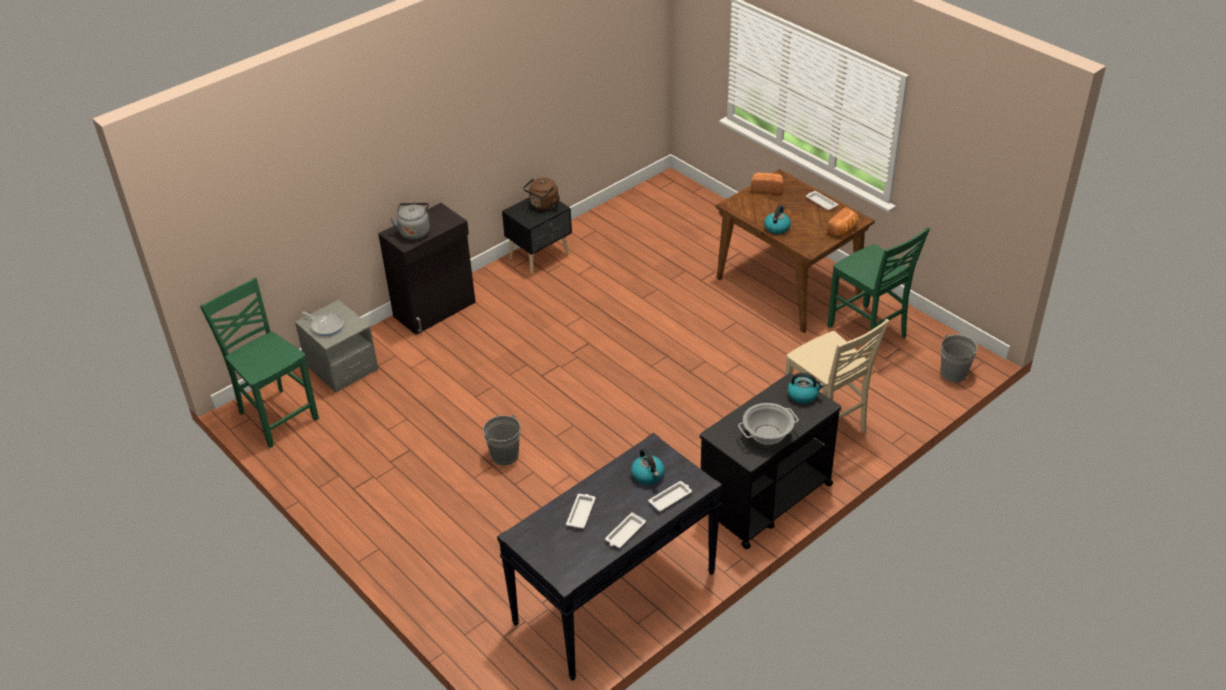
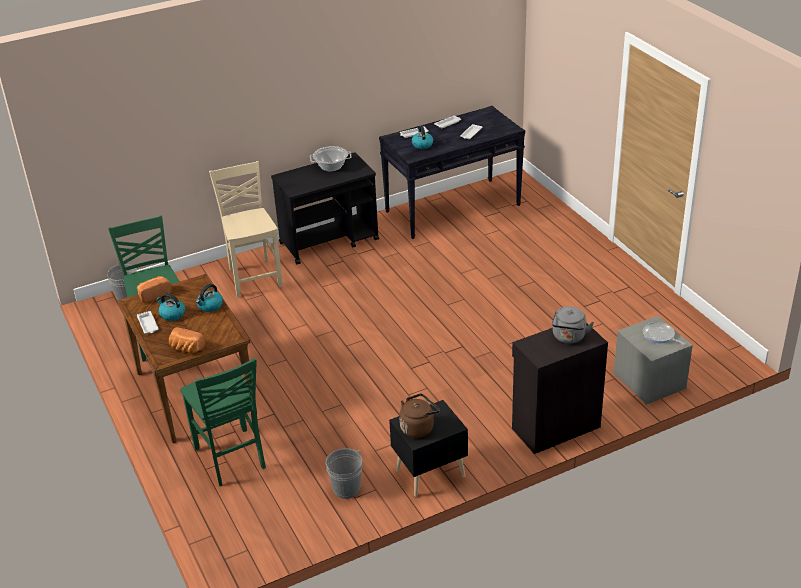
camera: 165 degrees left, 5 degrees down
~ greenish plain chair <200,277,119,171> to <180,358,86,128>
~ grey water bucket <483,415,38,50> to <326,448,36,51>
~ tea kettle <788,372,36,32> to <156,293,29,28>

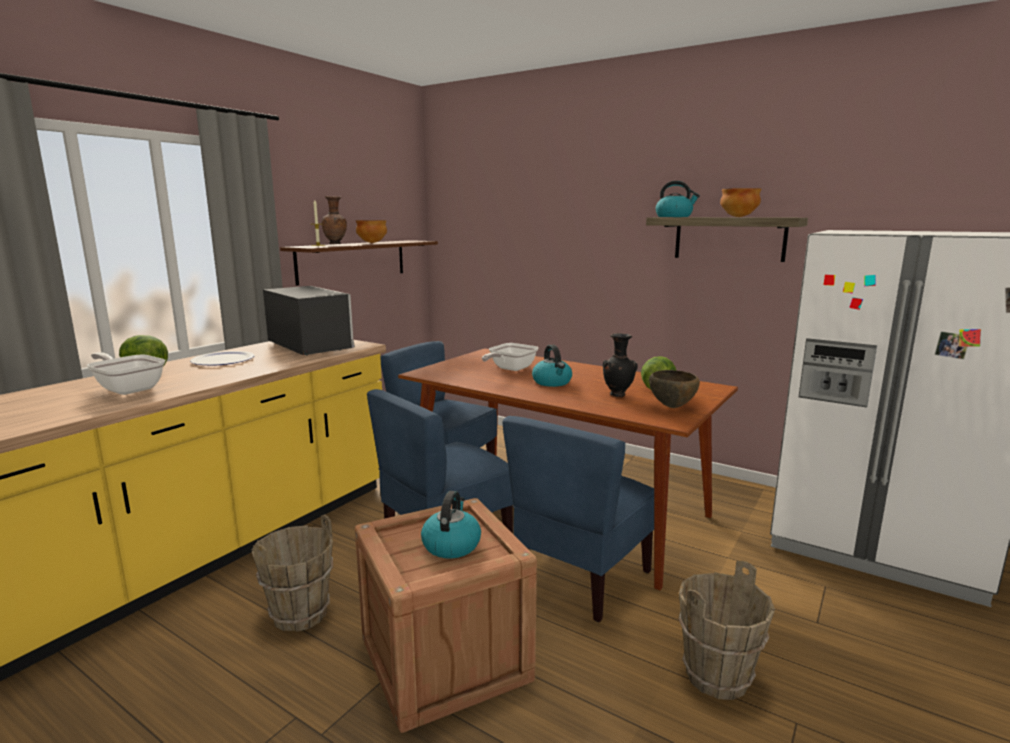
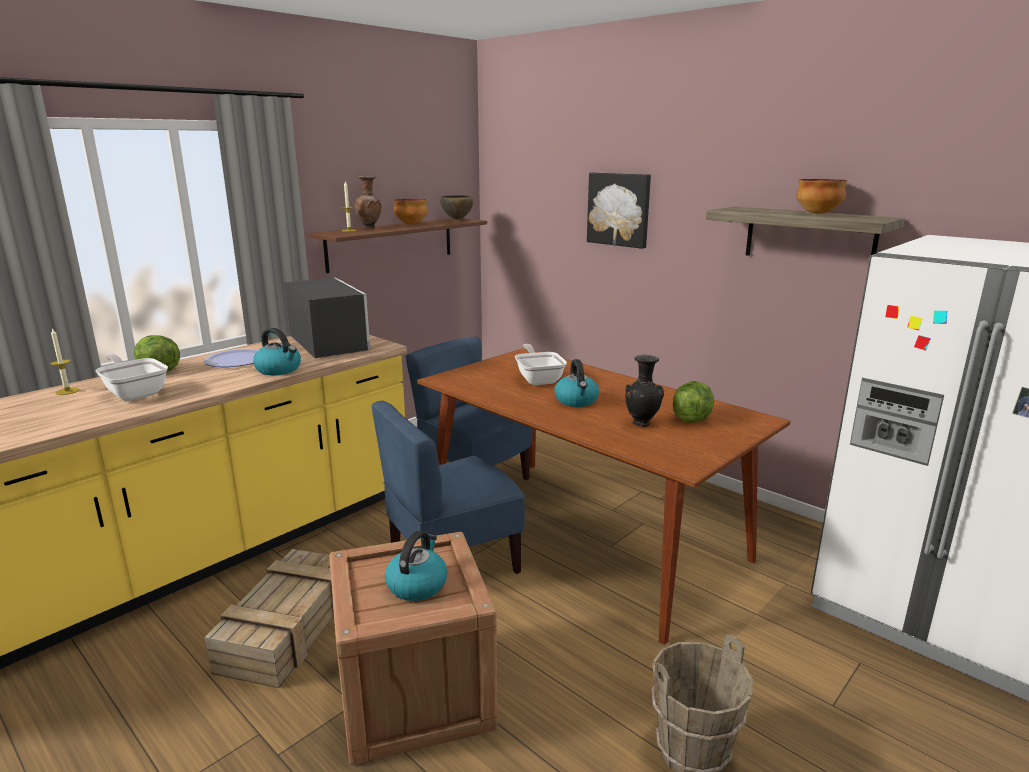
camera: 10 degrees right, 5 degrees up
- bluish plain chair <503,416,151,206>
+ wax light <50,328,29,67>
+ wall picture <587,173,64,76>
~ brownish bowl <649,370,51,38> to <440,195,33,25>
~ tea kettle <655,181,45,36> to <253,328,48,47>
~ brownish water bucket <252,514,81,118> to shipping crate <204,549,130,139>
~ skillet <482,343,56,28> = <515,344,52,41> 120 degrees clockwise

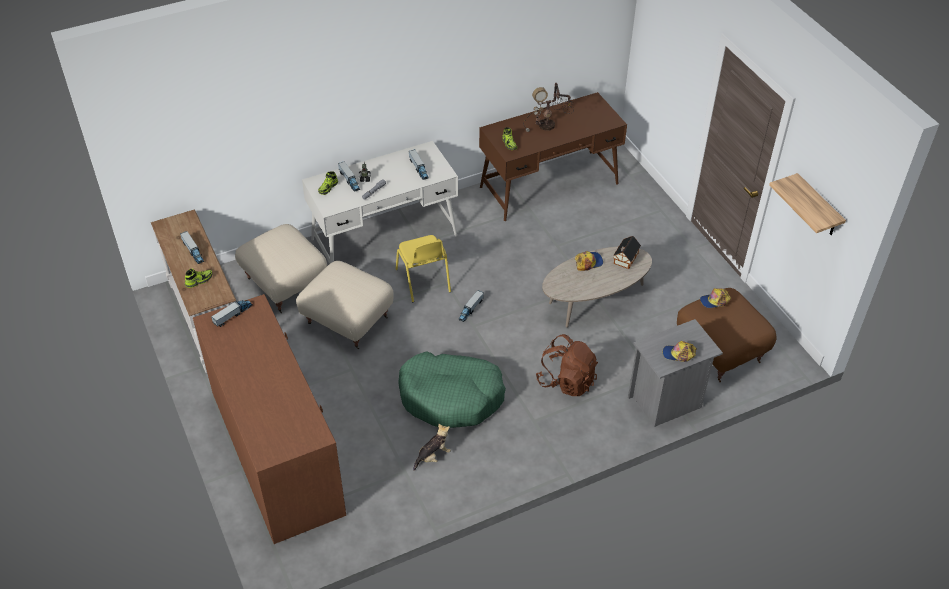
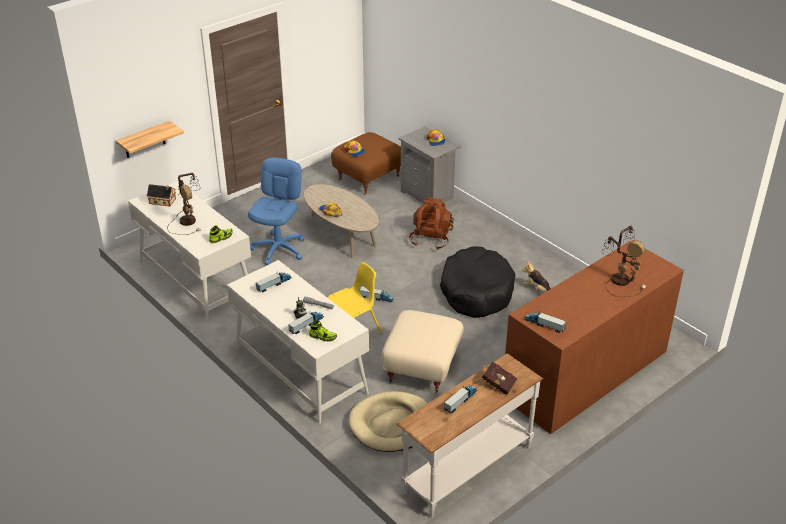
camera: 105 degrees left, 10 degrees down
+ bluish computer chair <248,158,57,107>
+ tabletop lamp <603,226,43,71>
~ model house <613,236,28,33> to <147,184,29,22>
~ bracket shelf <769,173,77,62> to <116,121,68,37>
~ shoe <185,268,28,20> to red-coloured book <482,361,35,34>
~ sand-coloured footrest <235,224,92,89> to sand-coloured pet bed <349,391,79,61>
~ greenish pet bed <398,351,108,77> to blackish pet bed <440,246,75,72>
~ brownish desk <479,92,148,129> to white desk <128,181,123,141>

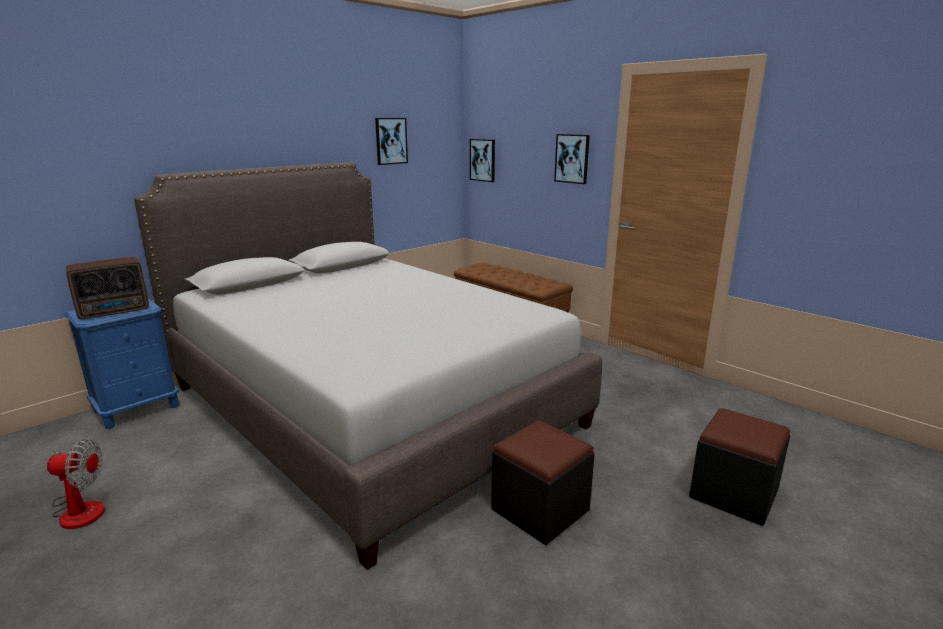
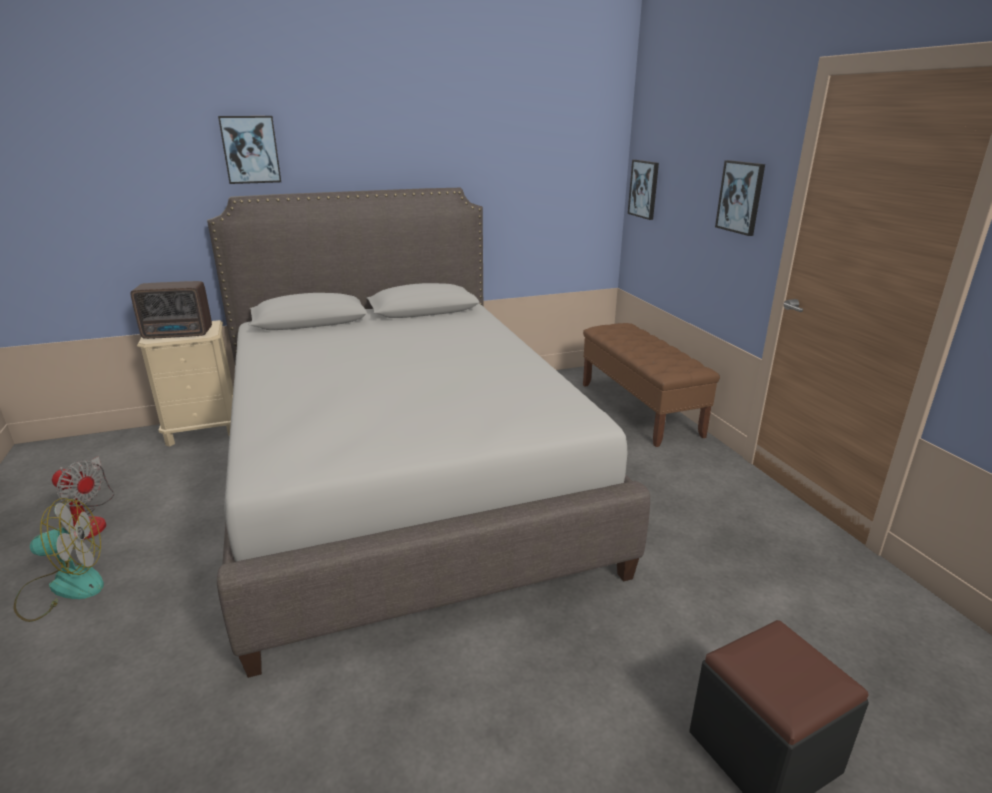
camera: 25 degrees right, 5 degrees up
- blackish footrest <491,420,104,125>
+ cooling fan <14,498,90,124>
~ wall picture <375,118,33,47> to <218,116,63,68>
~ bluish bedside table <65,299,114,130> to sand-coloured bedside table <137,320,96,127>

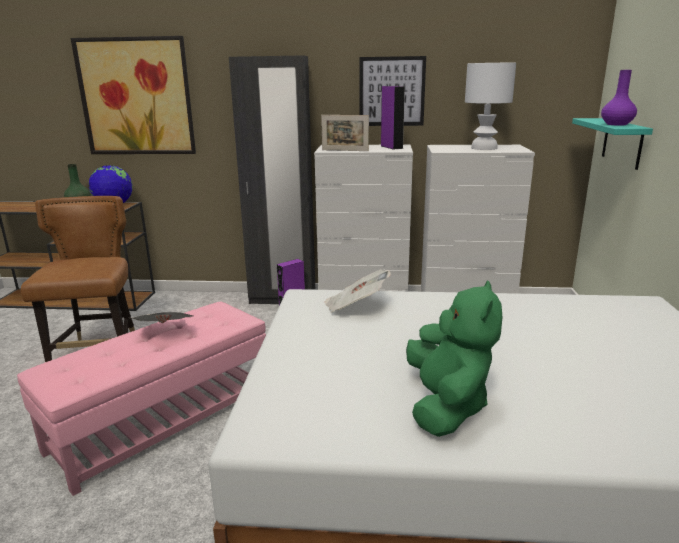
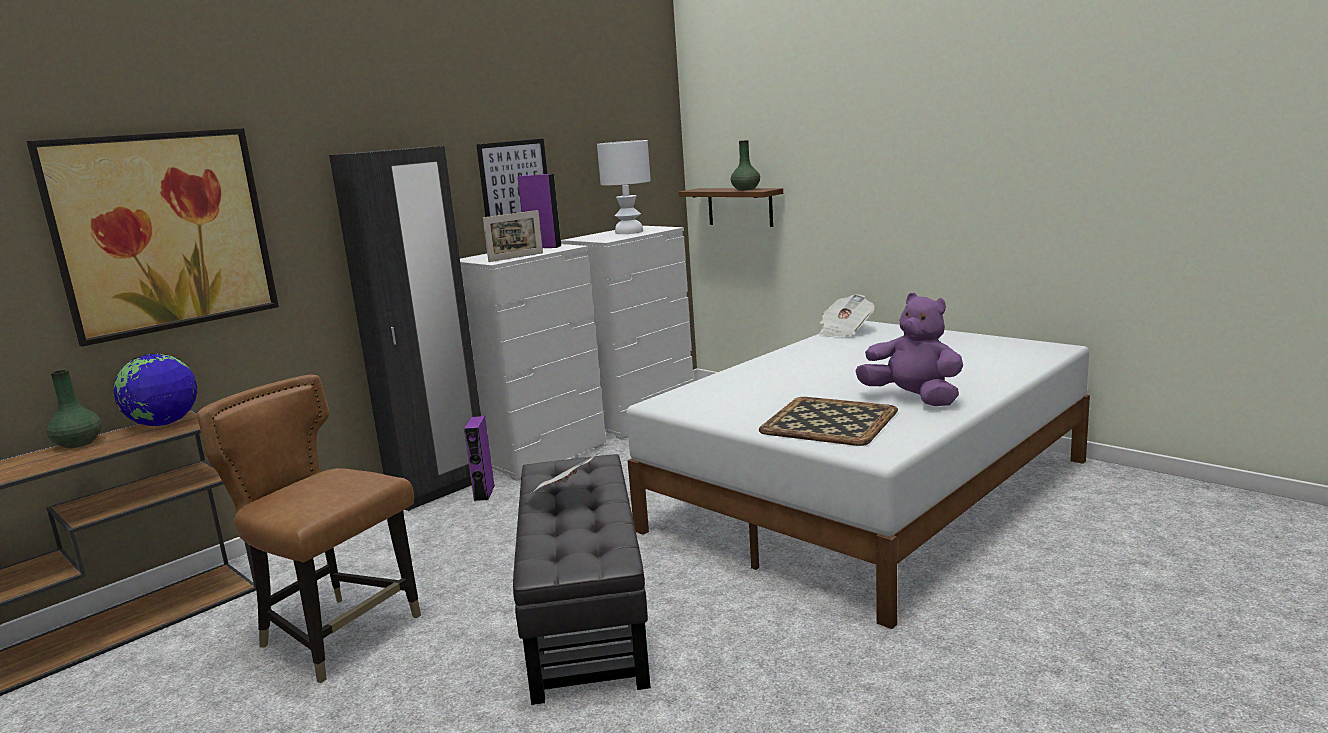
camera: 50 degrees left, 5 degrees down
+ serving tray <759,397,139,49>
~ newspaper <325,269,66,44> to <819,294,56,43>
~ pink footrest <17,301,249,195> to blackish footrest <513,454,138,251>
~ greenish cuddly toy <406,280,96,157> to purple-coloured cuddly toy <856,293,107,113>
~ turquoise-coloured bracket shelf <572,118,81,52> to brownish bracket shelf <678,188,105,39>
~ purple-coloured vase <601,70,36,56> to greenish vase <731,140,29,51>

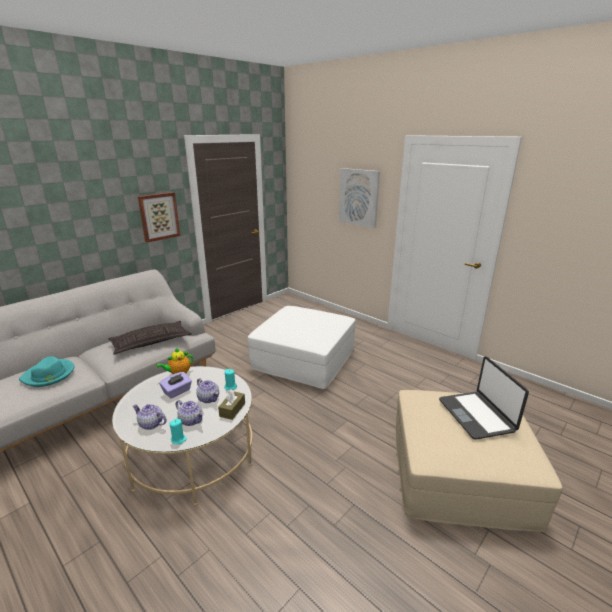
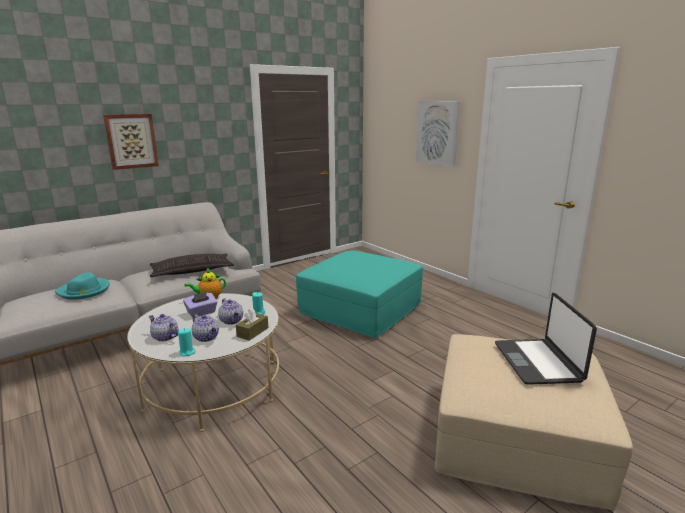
camera: 10 degrees right, 5 degrees down
~ wall picture <138,192,42,50> to <103,114,56,56>
~ white footrest <248,306,108,83> to turquoise-coloured footrest <296,251,127,87>

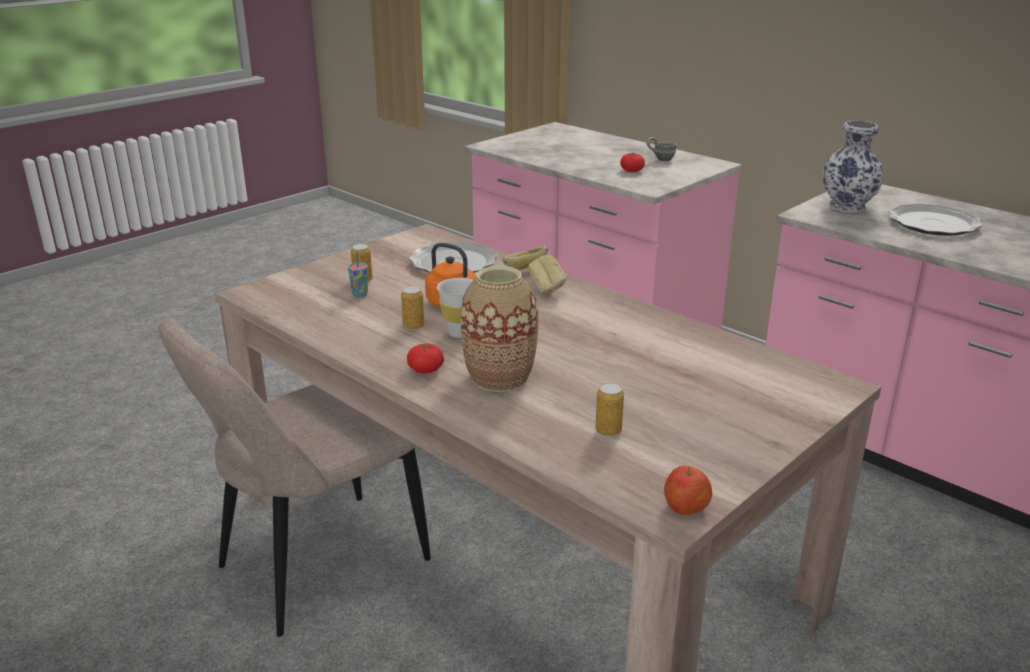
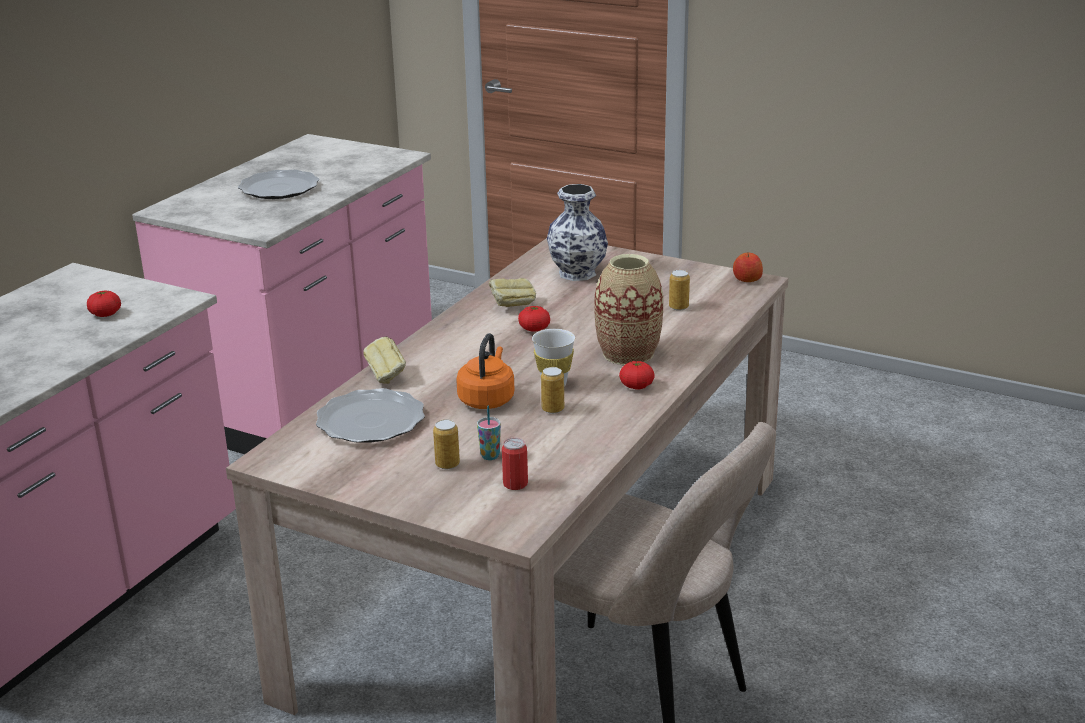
camera: 105 degrees left, 0 degrees up
- grey coffee mug <646,137,31,24>
+ metal can <502,438,26,52>
+ tomato <518,306,32,26>
~ bread <528,254,39,42> to <489,278,47,29>
~ vase <823,121,61,92> to <547,184,61,97>

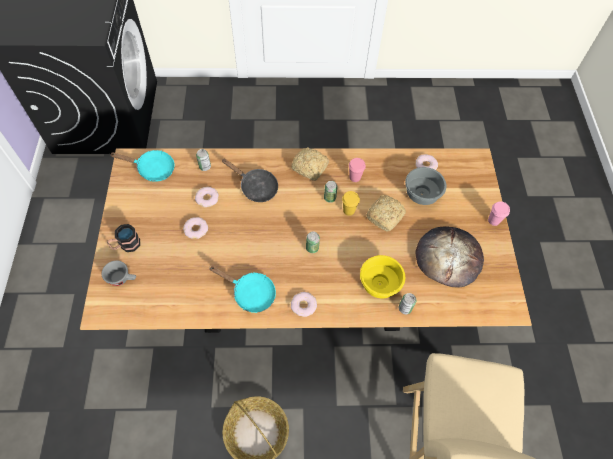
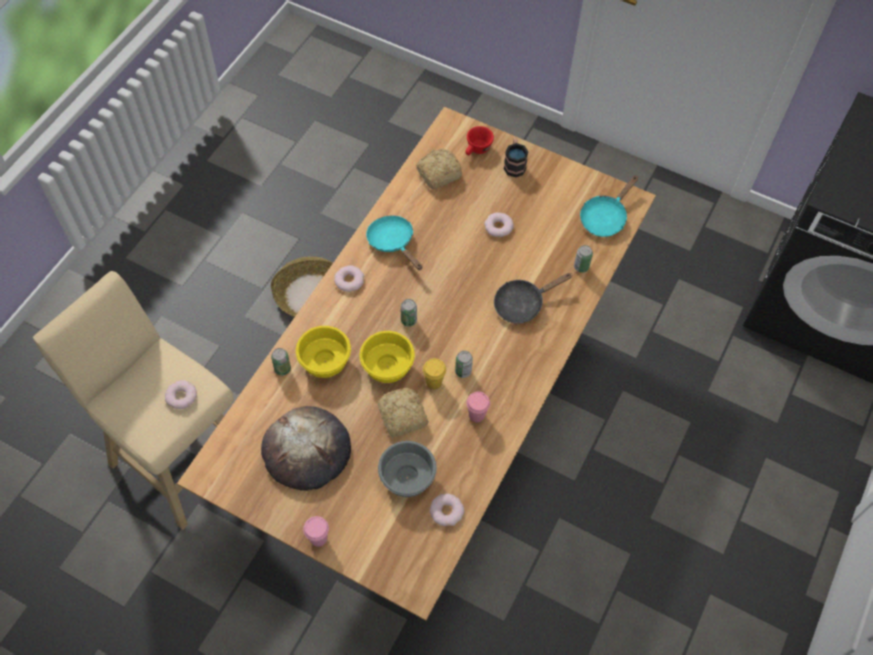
camera: 120 degrees right, 0 degrees up
+ yellow-coloured bowl <359,331,56,52>
~ doughnut <195,187,24,21> to <165,380,32,29>
~ bread <291,147,38,34> to <416,149,46,41>
~ grey cup <102,260,34,26> to red-coloured cup <465,126,29,29>
~ turquoise-coloured skillet <209,266,67,47> = <366,215,56,55> 90 degrees clockwise

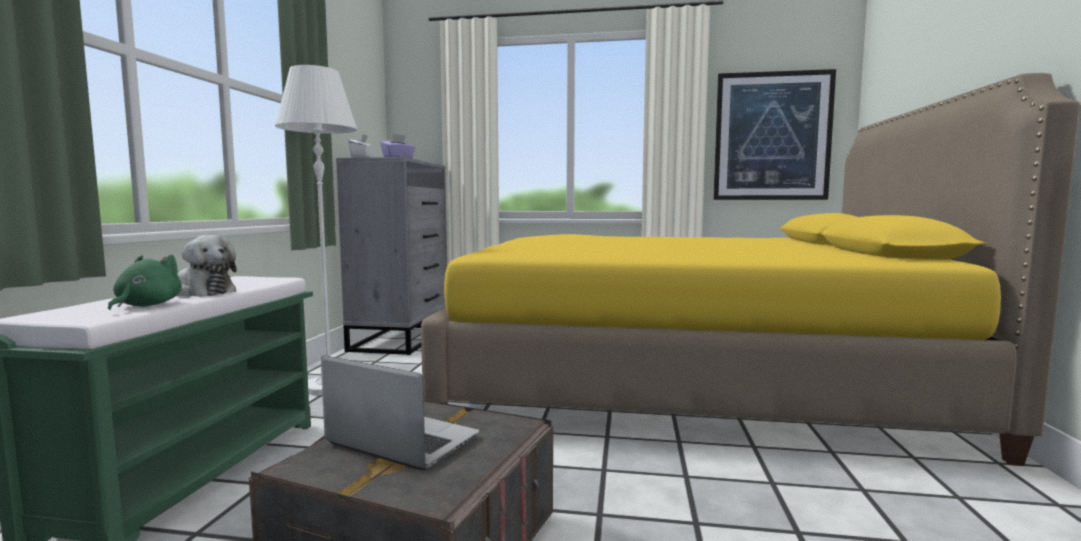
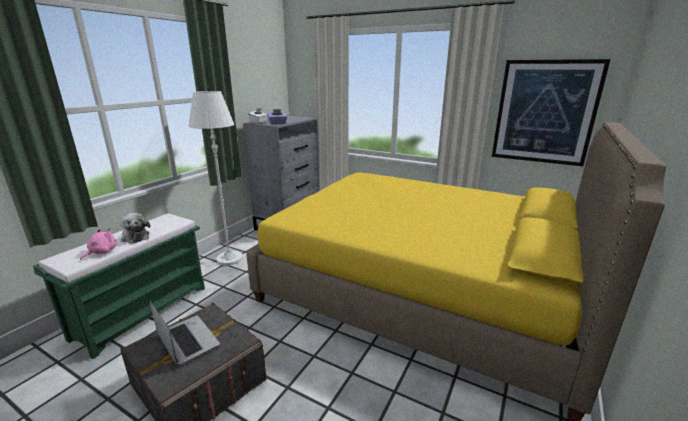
camera: 20 degrees right, 15 degrees up
~ greenish cuddly toy <108,255,74,55> to pink cuddly toy <80,228,36,32>

